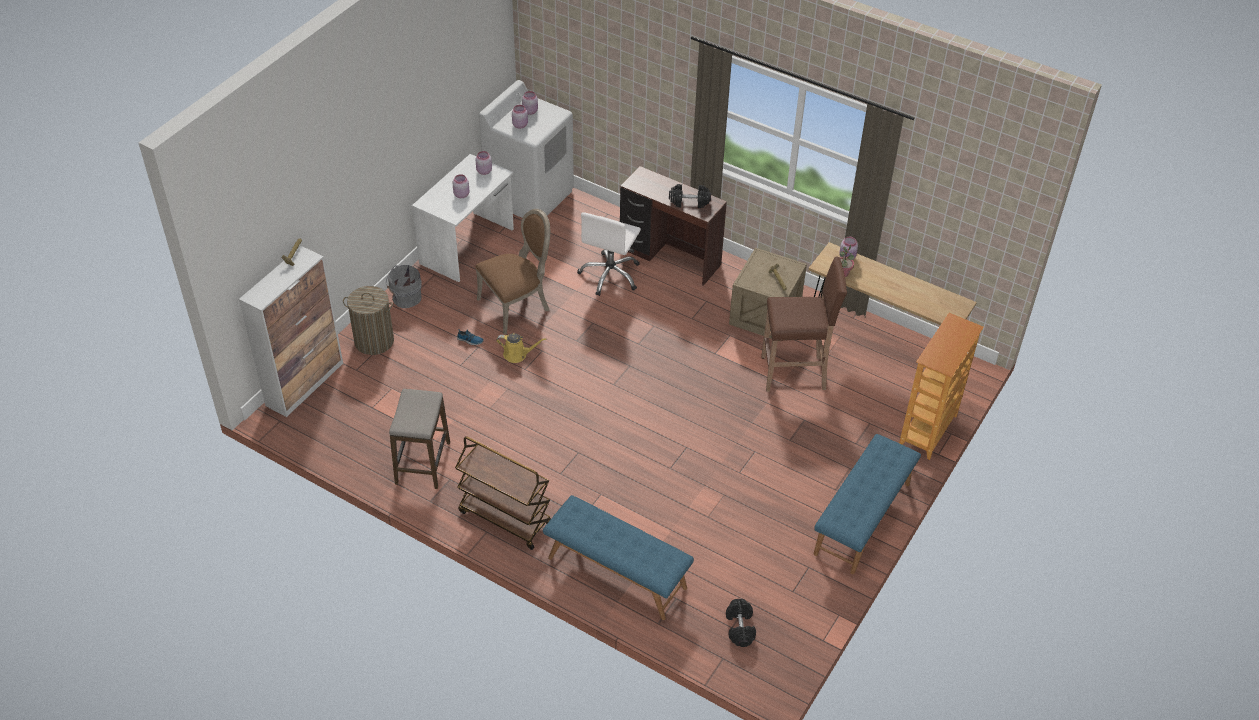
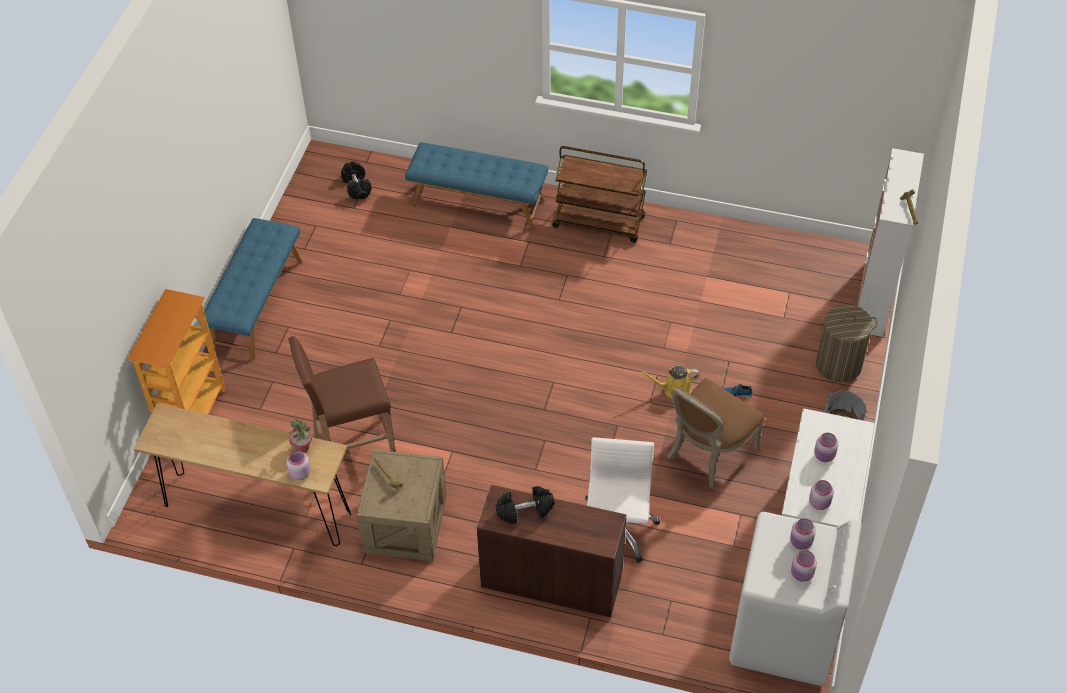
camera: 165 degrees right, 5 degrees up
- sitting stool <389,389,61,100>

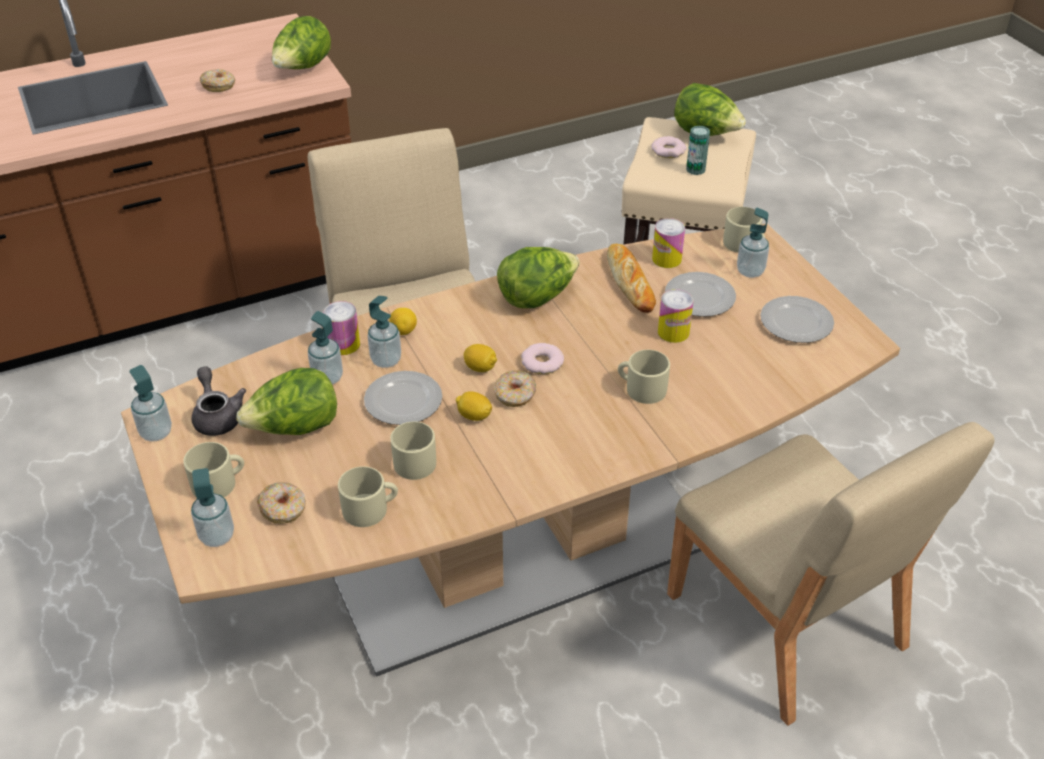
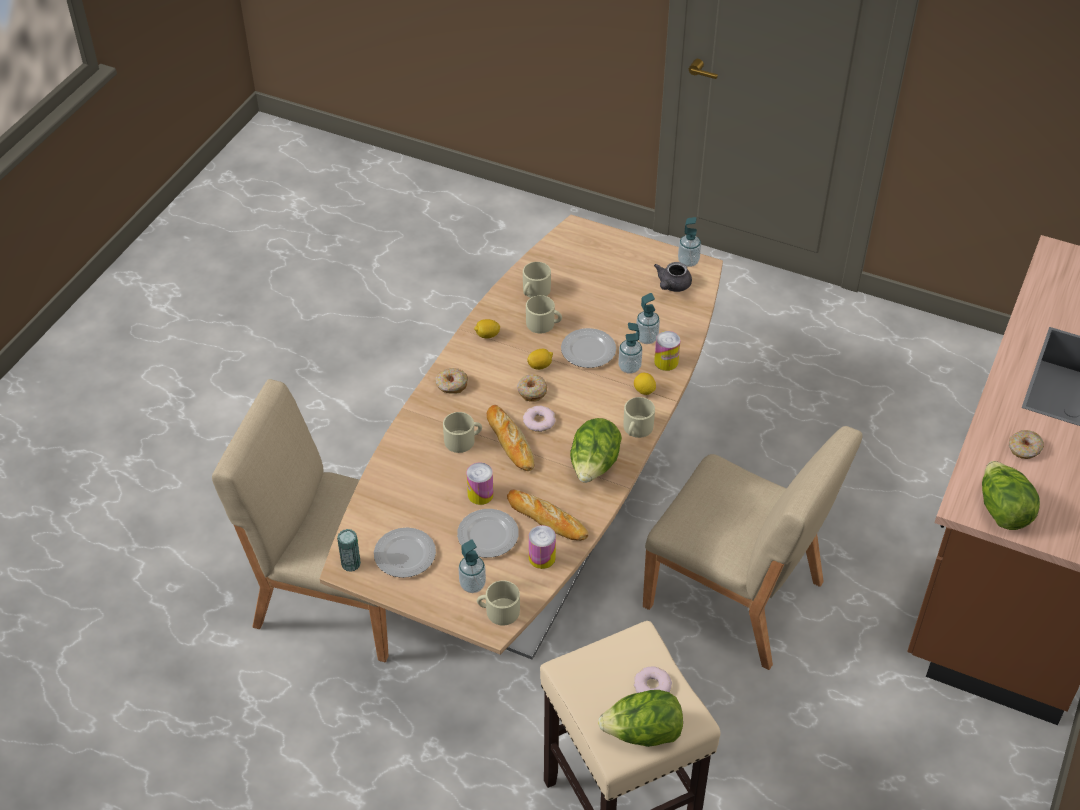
camera: 140 degrees right, 5 degrees up
- liquid soap bottle <191,468,43,79>
- head of lettuce <237,368,100,67>
+ bread <487,405,48,66>
~ sand-coloured coffee mug <183,442,61,56> to <623,397,32,41>
~ doughnut <257,482,49,42> to <436,368,32,26>
~ citrus fruit <464,344,33,28> to <474,319,26,19>
~ metal can <686,126,24,49> to <337,529,24,43>
~ grey pot for tea <192,366,54,70> = <654,262,38,30> 90 degrees clockwise

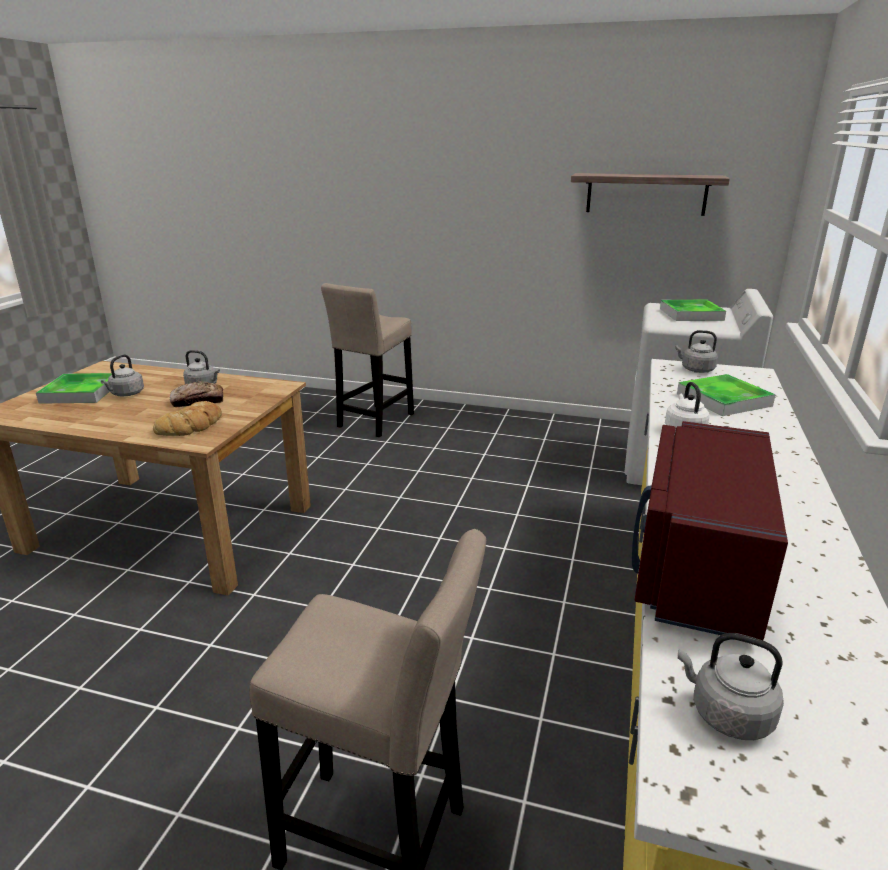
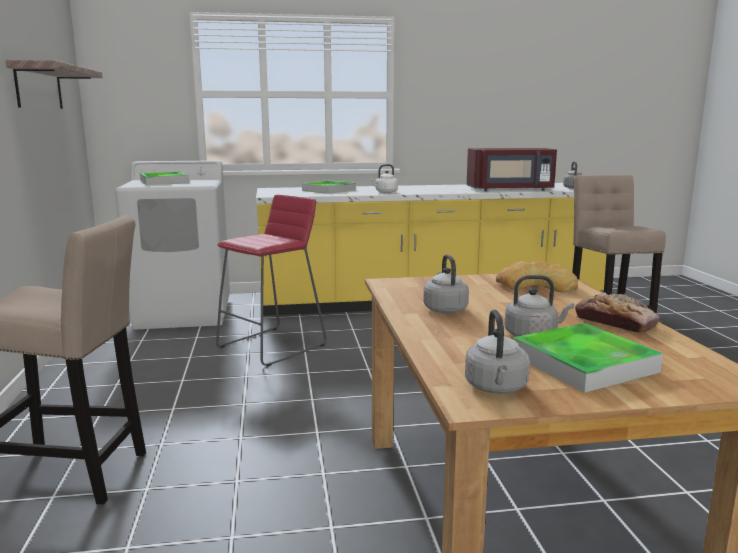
camera: 115 degrees left, 10 degrees down
+ red-coloured sitting stool <216,195,111,171>
~ bread <170,381,54,26> to <575,292,85,41>
~ grey tea kettle <675,330,43,43> to <465,310,65,84>

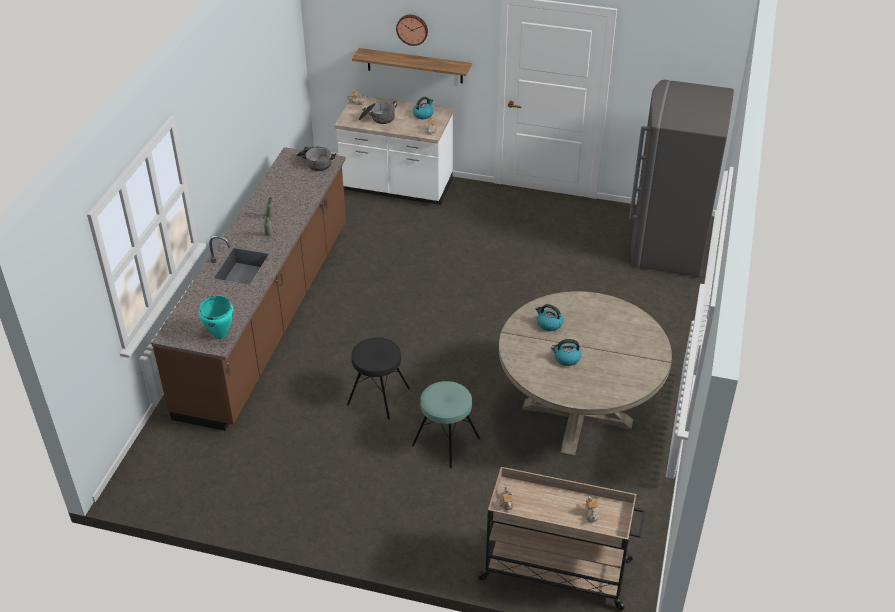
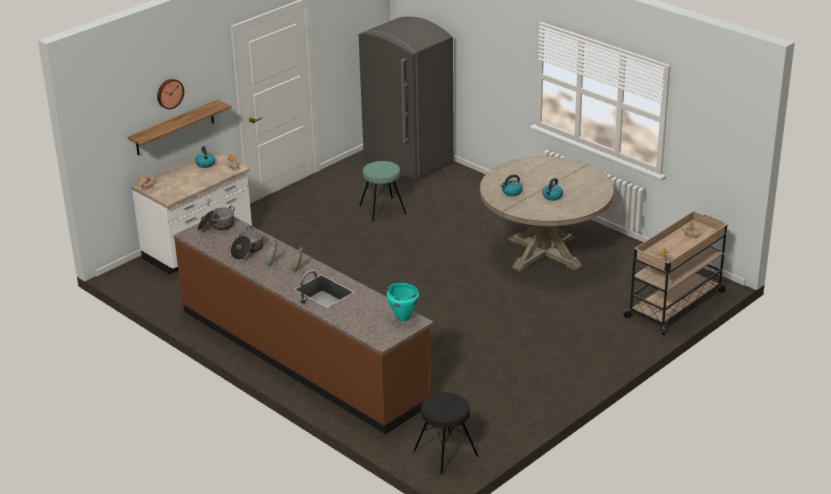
camera: 60 degrees left, 10 degrees down
~ blackish sitting stool <347,337,63,83> to <413,392,66,83>
~ stockpot <358,101,39,23> to <231,226,32,34>
~ turquoise-coloured sitting stool <412,381,68,88> to <359,161,47,61>

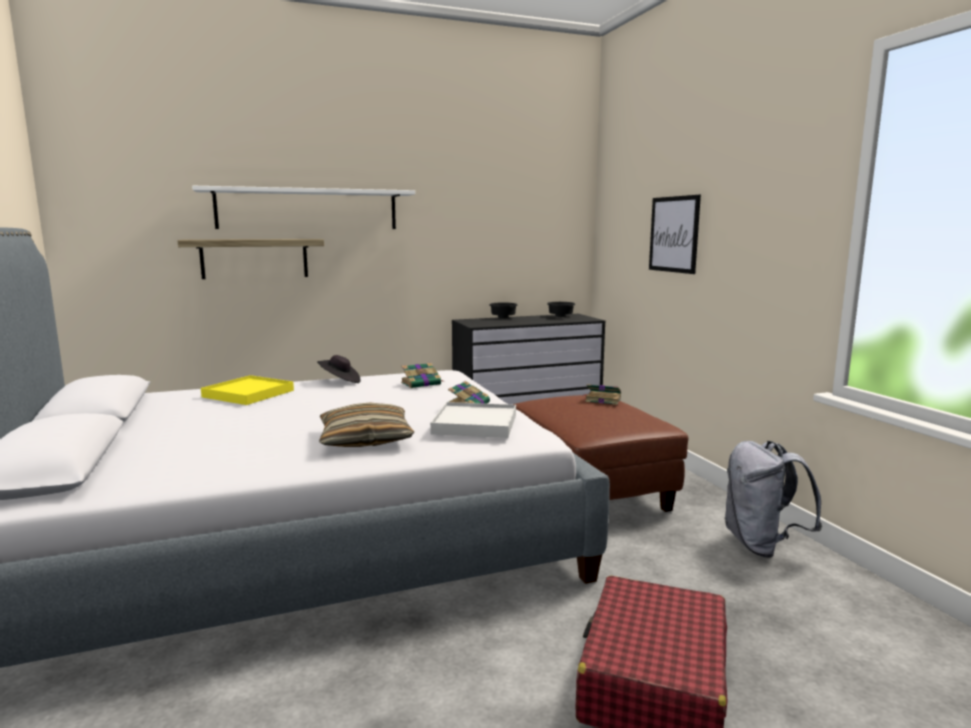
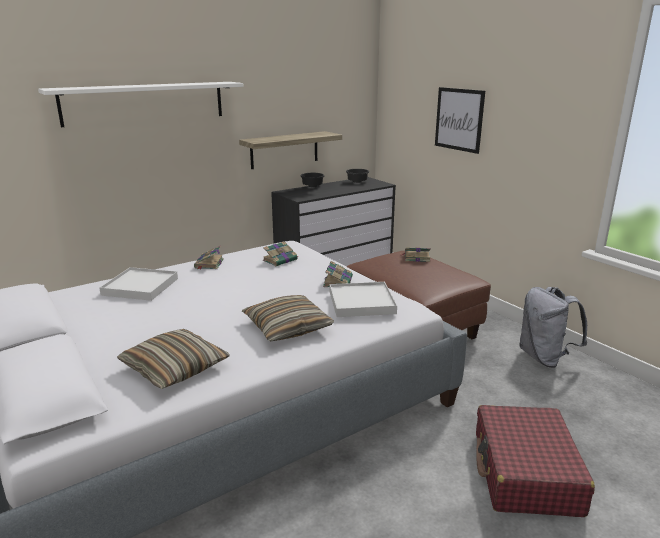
camera: 15 degrees left, 10 degrees up
+ cushion <117,329,113,60>
~ bracket shelf <177,239,147,40> to <239,131,103,38>
~ blackish hat <317,355,44,28> to book <194,245,30,24>
~ yellow-coloured serving tray <201,375,93,30> to white serving tray <99,267,79,34>

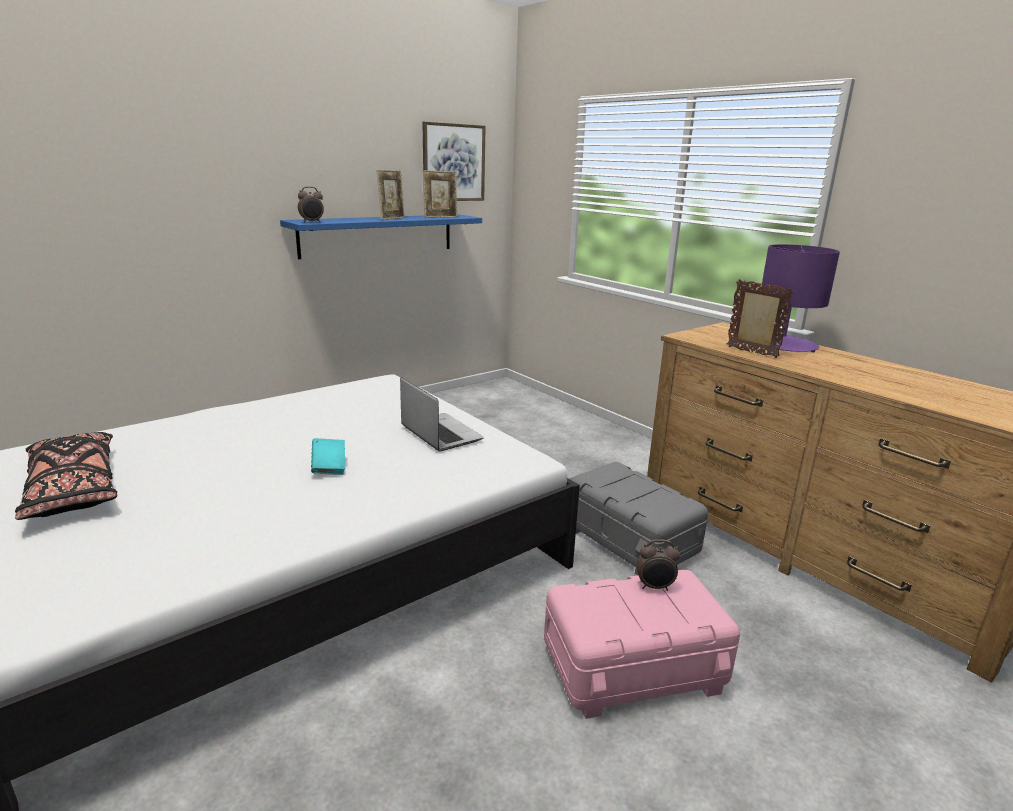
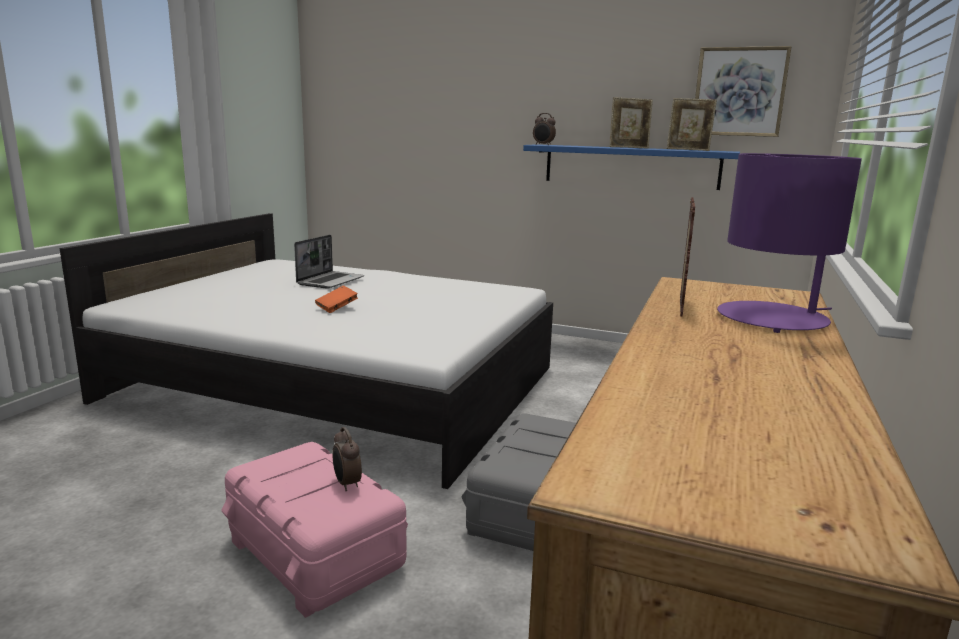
camera: 60 degrees right, 5 degrees down
- blackish cushion <15,432,102,88>
~ notebook computer <400,377,84,75> to <294,235,70,54>
~ turquoise-coloured book <311,438,35,37> to orange book <315,285,43,28>

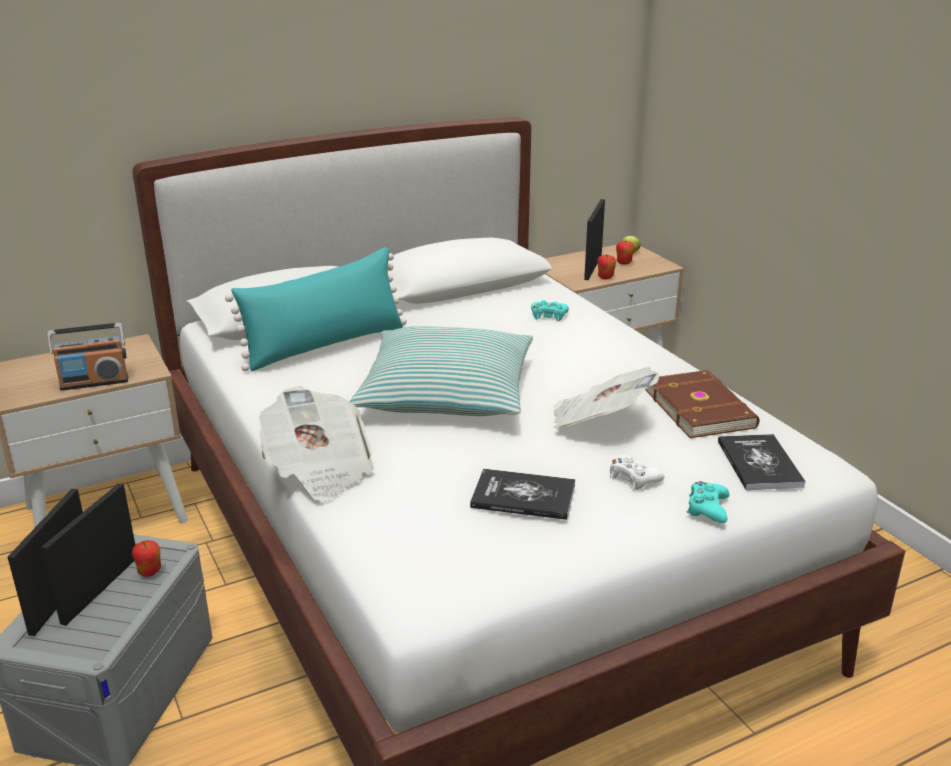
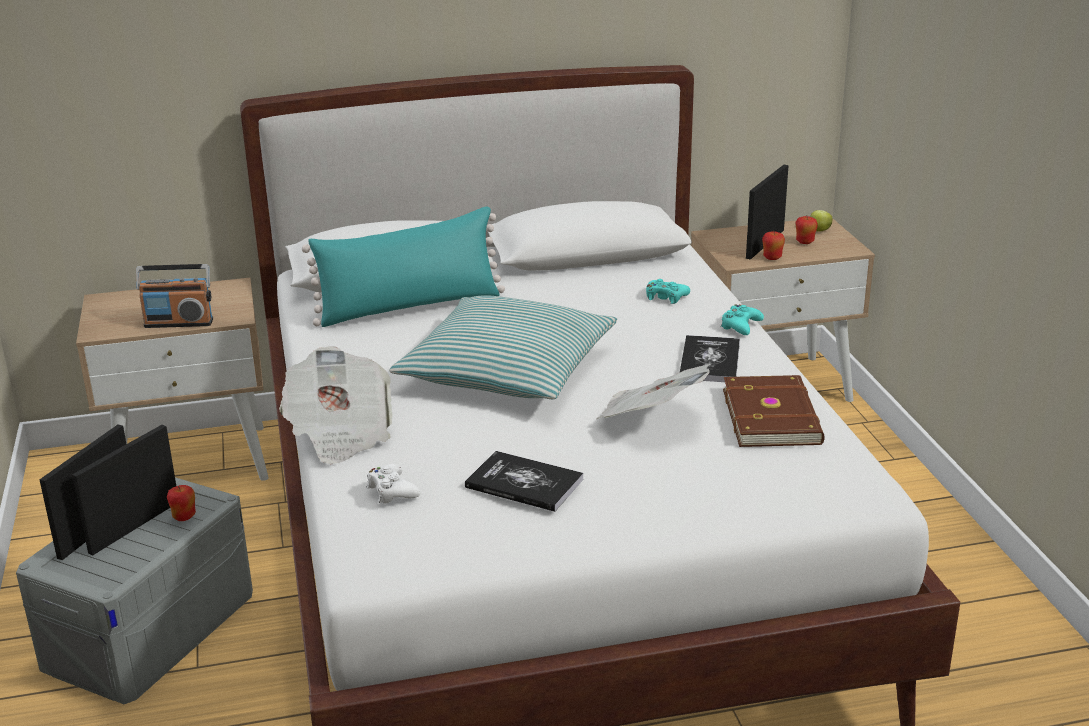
camera: 15 degrees right, 0 degrees up
~ white gamepad <610,454,55,36> to <367,464,53,40>
~ turquoise-coloured gamepad <687,481,43,42> to <721,305,43,30>
~ book <718,434,88,56> to <680,335,60,47>

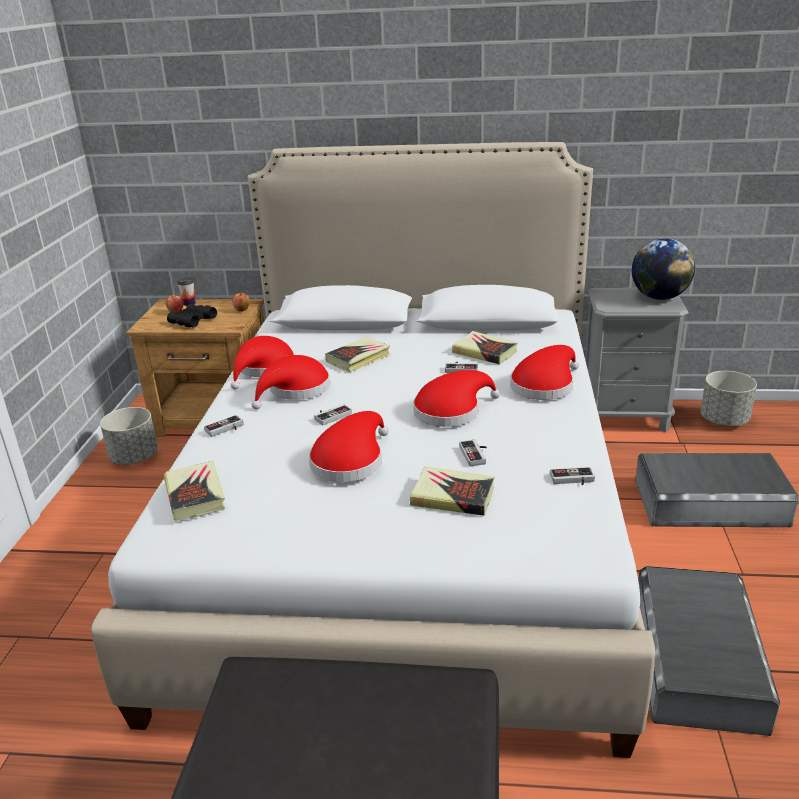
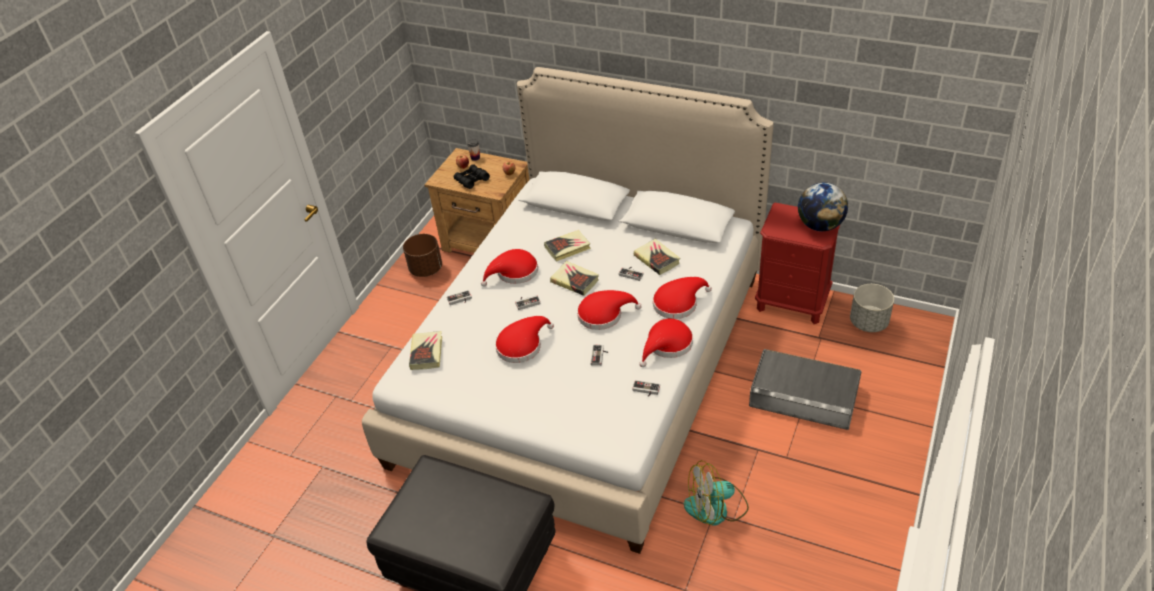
camera: 20 degrees right, 15 degrees up
~ red-coloured hat <231,336,64,54> to <639,319,54,48>
~ book <410,466,84,50> to <550,261,49,35>
~ grey storage box <638,566,142,170> to cooling fan <684,460,65,66>
~ grey flower pot <100,407,58,58> to brownish flower pot <403,234,39,43>
~ grey bedside table <585,288,104,144> to red-coloured bedside table <755,203,85,121>

